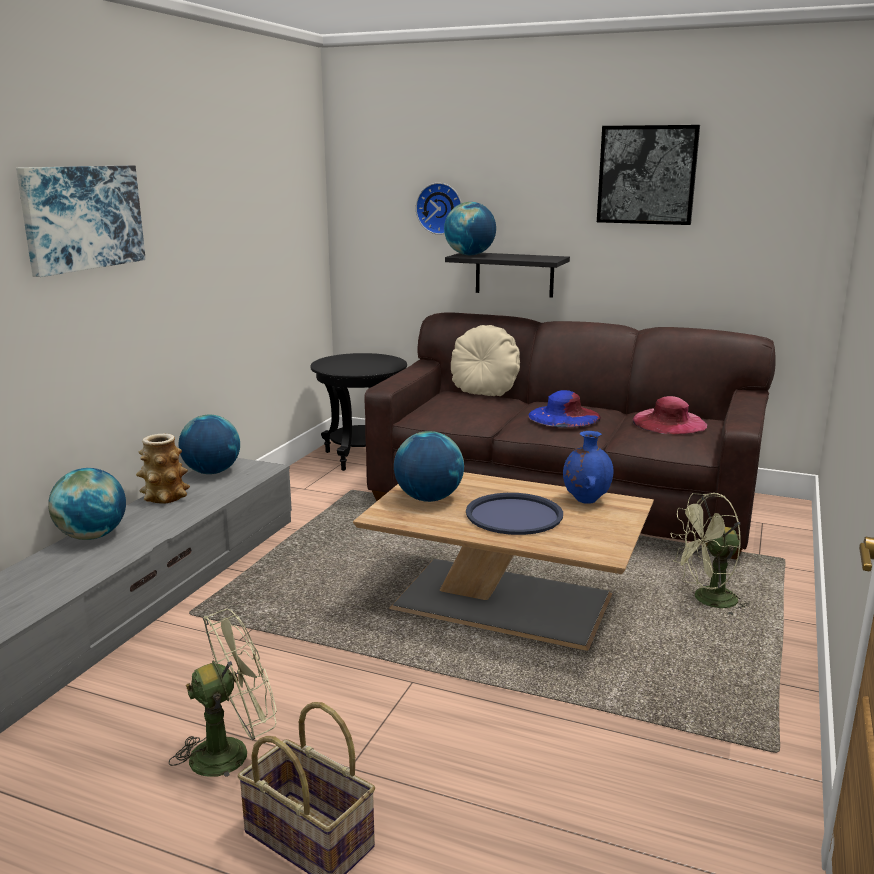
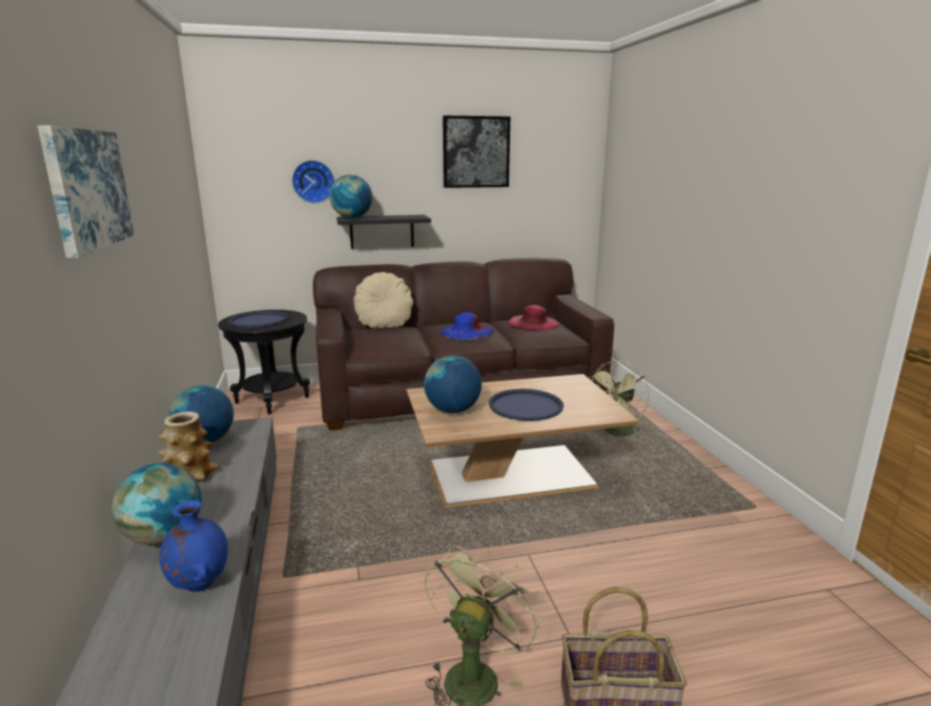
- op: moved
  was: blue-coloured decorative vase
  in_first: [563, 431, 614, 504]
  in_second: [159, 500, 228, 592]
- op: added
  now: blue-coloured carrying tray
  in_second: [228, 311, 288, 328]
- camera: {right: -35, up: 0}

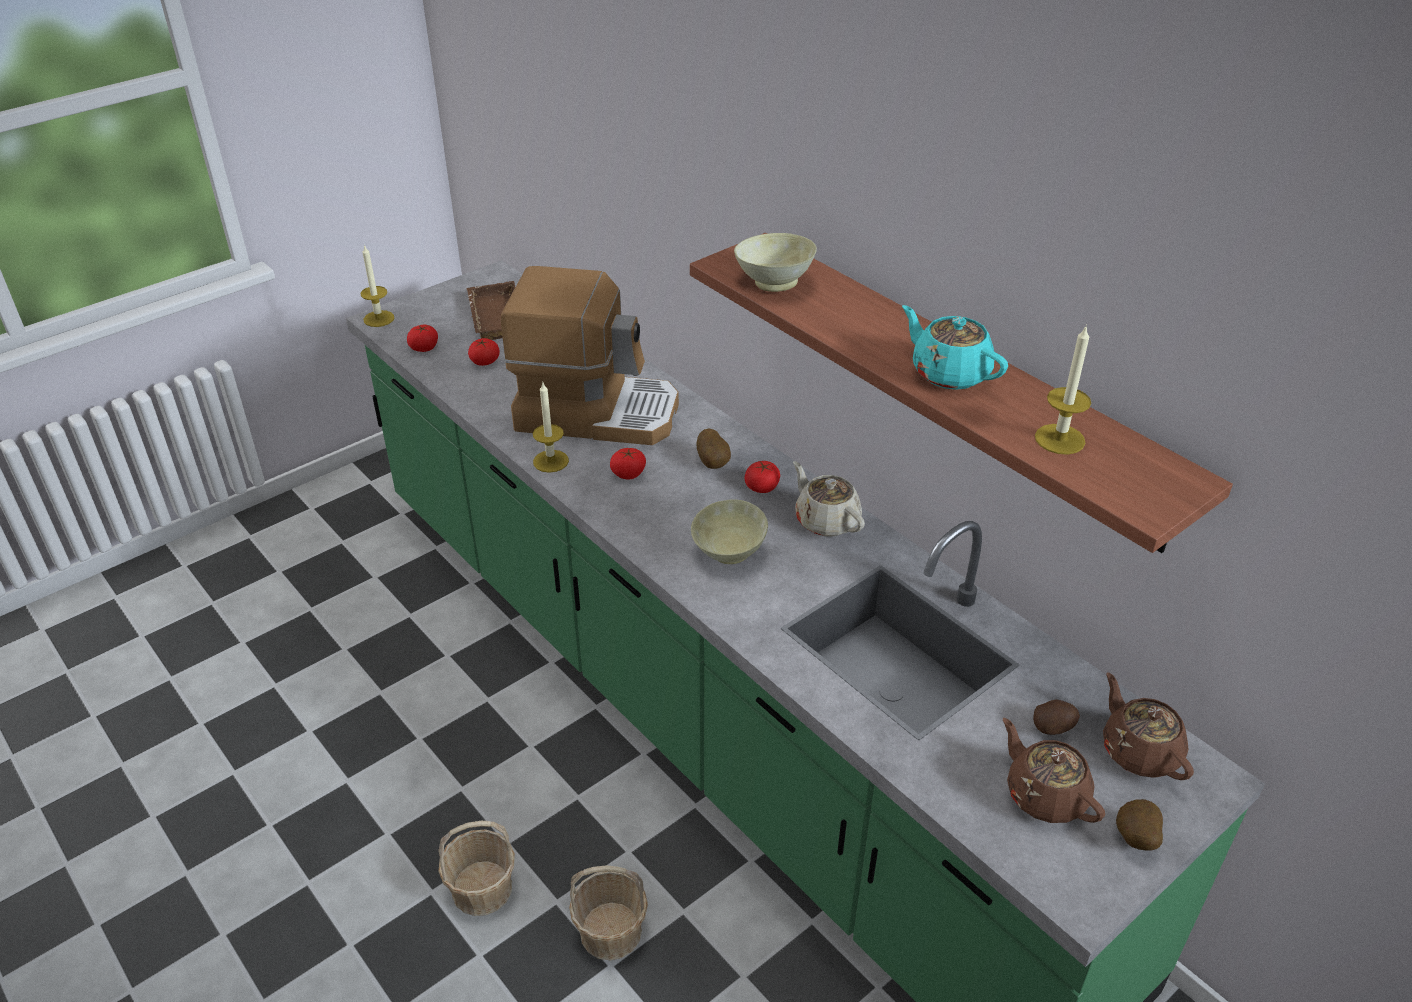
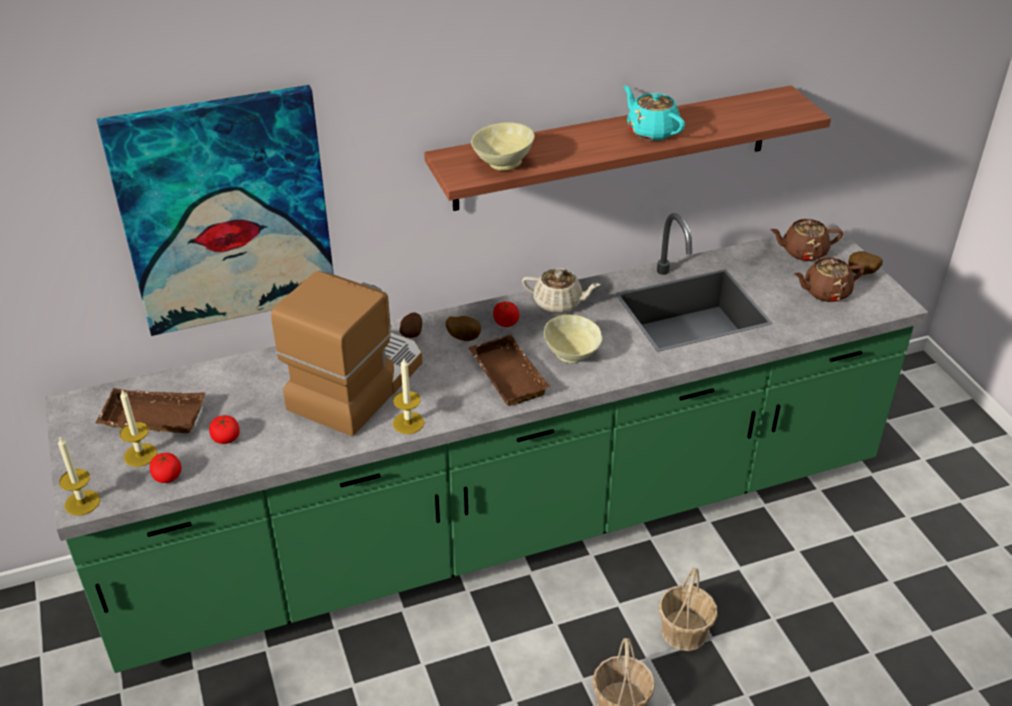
- op: added
  now: picture
  in_second: [97, 85, 334, 336]
- op: moved
  was: candle
  in_first: [1035, 325, 1091, 455]
  in_second: [120, 390, 158, 467]
- op: moved
  was: potato
  in_first: [1033, 699, 1080, 735]
  in_second: [399, 313, 422, 338]
- op: added
  now: brown-coloured carrying tray
  in_second: [468, 334, 550, 406]
- op: turned
  was: beige-coloured pot for tea
  in_first: [793, 461, 865, 537]
  in_second: [522, 268, 600, 313]
  clockwise: -150
- op: turned
  was: turquoise pot for tea
  in_first: [902, 305, 1008, 390]
  in_second: [623, 86, 685, 141]
  clockwise: 75
- op: removed
  was: whole tomato
  in_first: [610, 448, 646, 480]
- camera: {right: -70, up: 0}

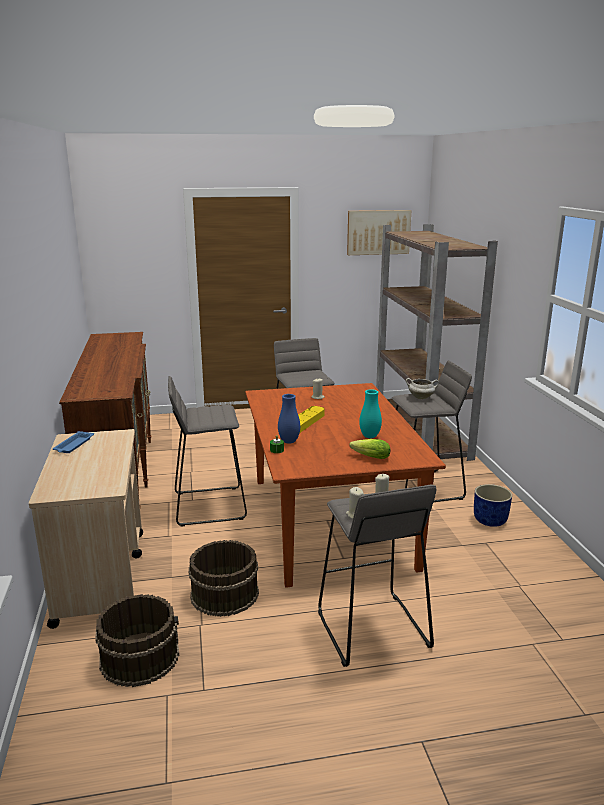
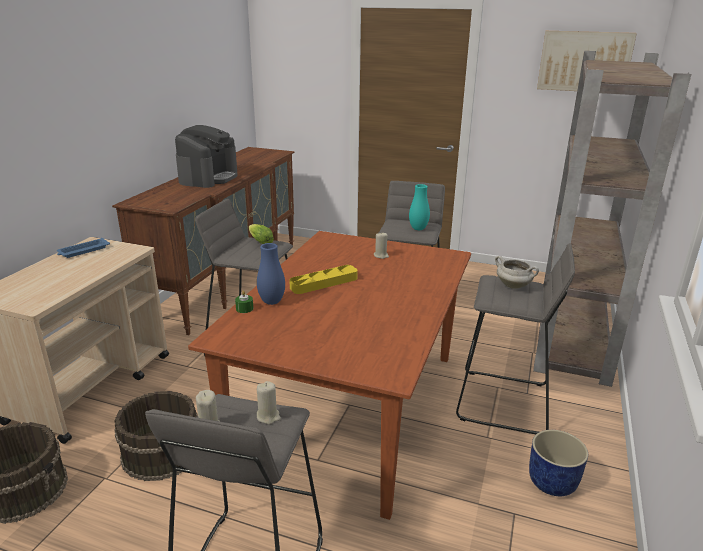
- op: added
  now: coffee machine
  in_second: [175, 125, 238, 188]
- op: moved
  was: head of lettuce
  in_first: [349, 439, 390, 459]
  in_second: [248, 224, 274, 244]
- op: moved
  was: turquoise decorative vase
  in_first: [359, 390, 382, 438]
  in_second: [409, 184, 430, 230]
- camera: {right: 30, up: 5}

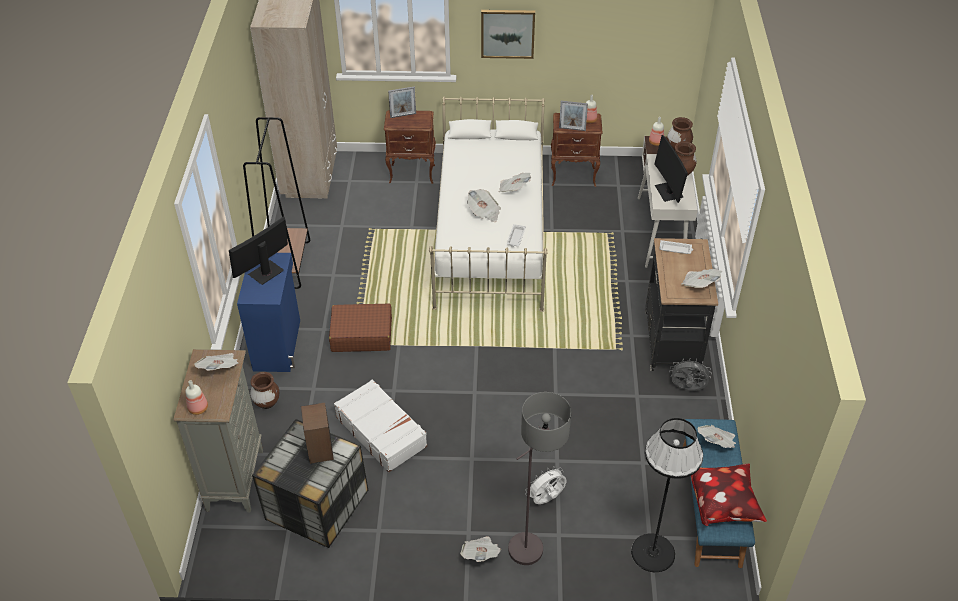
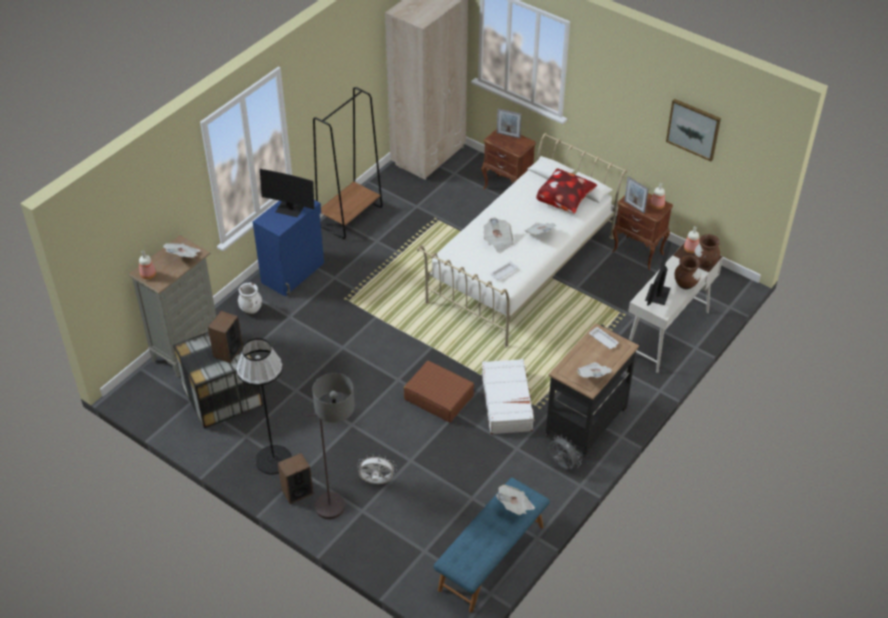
- op: moved
  was: black-coloured standing lamp
  in_first: [631, 418, 703, 572]
  in_second: [236, 338, 292, 474]
- op: recoloured
  was: brown-coloured decorative vase
  now: white decorative vase
  in_first: [250, 372, 279, 409]
  in_second: [238, 283, 262, 315]
- op: turned
  was: monitor
  in_first: [229, 216, 288, 285]
  in_second: [260, 169, 314, 218]
  clockwise: -150
- op: replaced
  was: printed paper
  now: loudspeaker
  in_first: [460, 536, 501, 562]
  in_second: [278, 453, 313, 504]
- op: moved
  was: brown-coloured suitcase
  in_first: [329, 303, 392, 352]
  in_second: [404, 361, 474, 422]
- op: moved
  was: white suitcase
  in_first: [334, 379, 427, 472]
  in_second: [482, 359, 536, 434]
- op: moved
  was: cushion
  in_first: [691, 464, 767, 526]
  in_second: [536, 168, 597, 213]
- op: moved
  was: picture
  in_first: [481, 10, 535, 59]
  in_second: [666, 99, 721, 161]
- camera: {right: 35, up: 0}

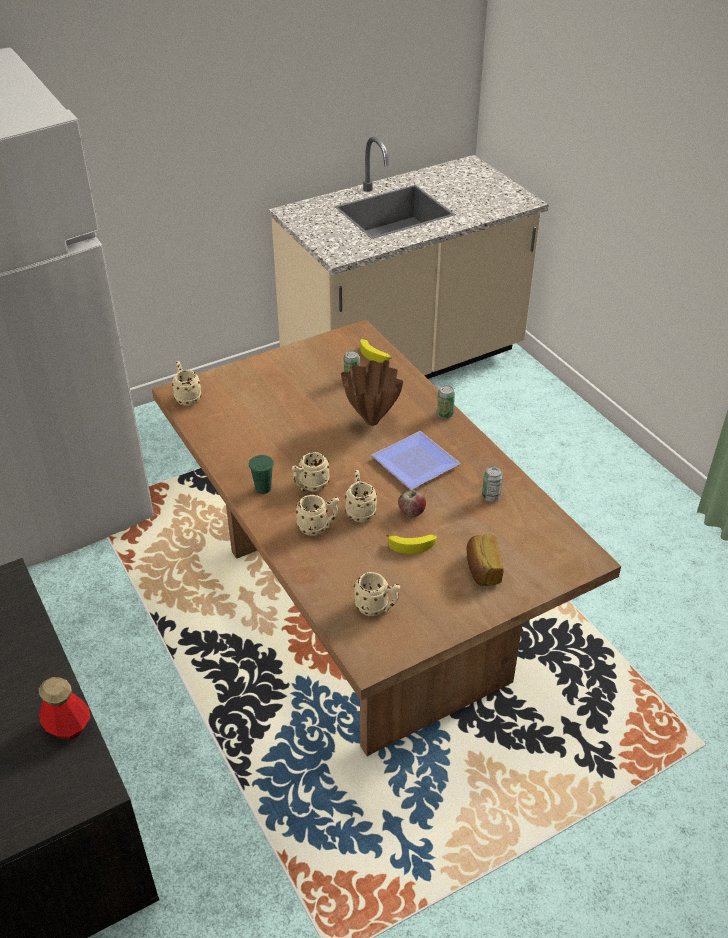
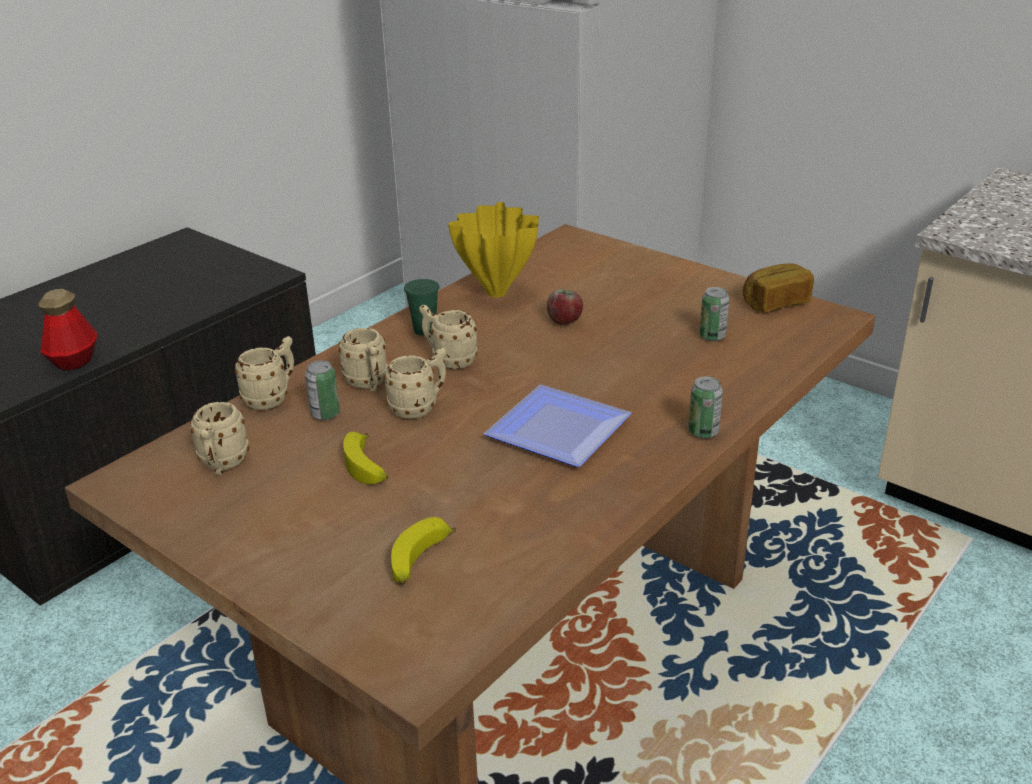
- op: moved
  was: beige-coloured tea mug
  in_first: [172, 361, 201, 406]
  in_second: [235, 336, 294, 410]
- op: moved
  was: sealed can
  in_first: [482, 466, 503, 502]
  in_second: [305, 360, 340, 420]
- op: moved
  was: banana
  in_first: [360, 339, 392, 363]
  in_second: [391, 517, 456, 584]
- op: added
  now: yellow-coloured decorative vase
  in_second: [448, 202, 539, 297]
- op: moved
  was: whole apple
  in_first: [398, 490, 426, 517]
  in_second: [547, 289, 583, 325]
- op: moved
  was: baked bread
  in_first: [467, 534, 504, 586]
  in_second: [743, 264, 814, 312]
- op: removed
  was: brown-coloured decorative vase
  in_first: [341, 360, 403, 426]
- camera: {right: 70, up: -10}

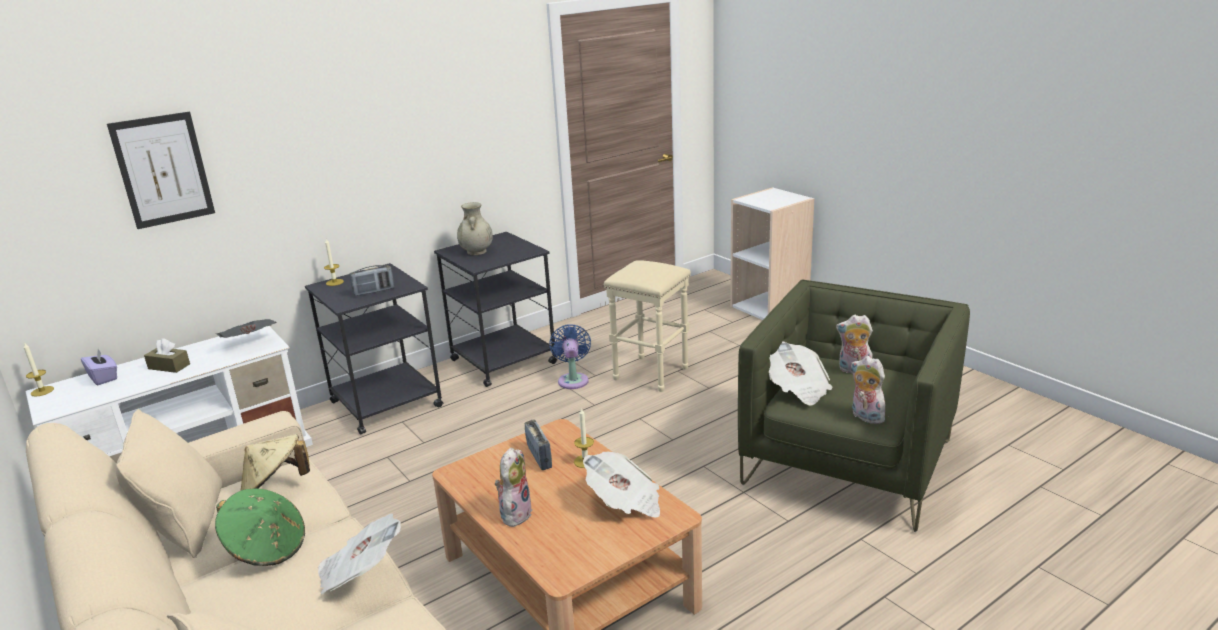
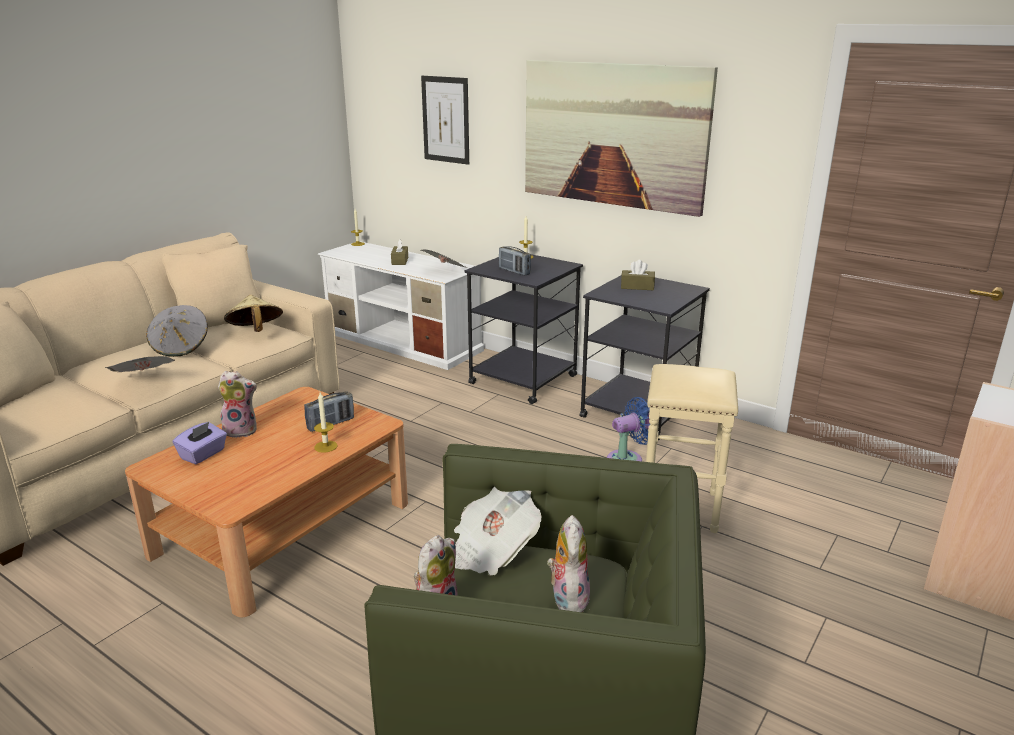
- op: recoloured
  was: green-coloured hat
  now: gray hat
  in_first: [215, 489, 305, 566]
  in_second: [146, 305, 208, 357]
- op: moved
  was: purple-coloured box of tissues
  in_first: [81, 349, 117, 385]
  in_second: [173, 422, 227, 464]
- op: added
  now: picture
  in_second: [525, 60, 718, 217]
- op: replaced
  was: beige-coloured decorative vase
  now: brown-coloured box of tissues
  in_first: [457, 202, 493, 255]
  in_second: [621, 260, 655, 290]
- op: removed
  was: printed paper
  in_first: [583, 452, 660, 518]
- camera: {right: 70, up: 0}

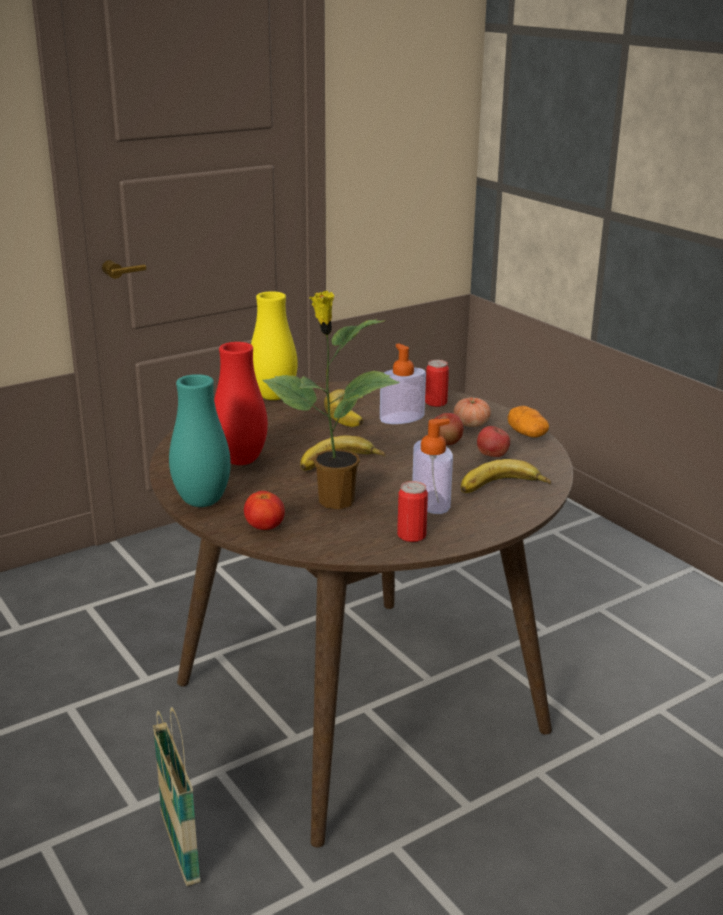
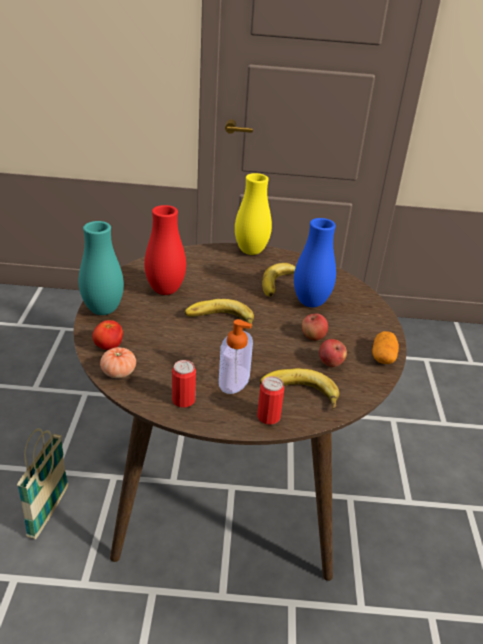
- op: moved
  was: whole tomato
  in_first: [454, 398, 491, 427]
  in_second: [100, 347, 136, 378]
- op: moved
  was: sealed can
  in_first: [425, 360, 449, 407]
  in_second: [257, 376, 284, 425]
- op: replaced
  was: liquid soap bottle
  now: blue-coloured decorative vase
  in_first: [380, 344, 426, 424]
  in_second: [294, 218, 336, 307]
- op: removed
  was: plant in a pot
  in_first: [263, 291, 400, 509]
- camera: {right: 35, up: 10}

